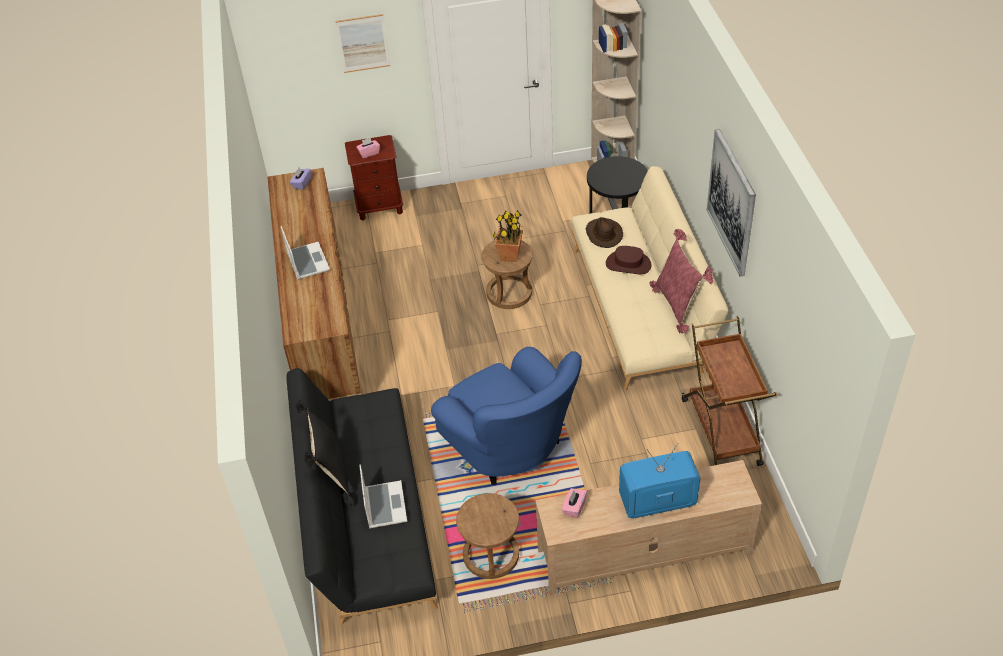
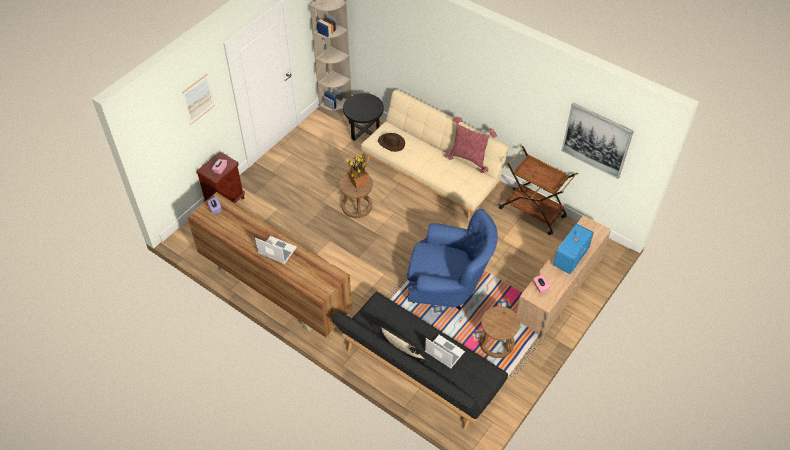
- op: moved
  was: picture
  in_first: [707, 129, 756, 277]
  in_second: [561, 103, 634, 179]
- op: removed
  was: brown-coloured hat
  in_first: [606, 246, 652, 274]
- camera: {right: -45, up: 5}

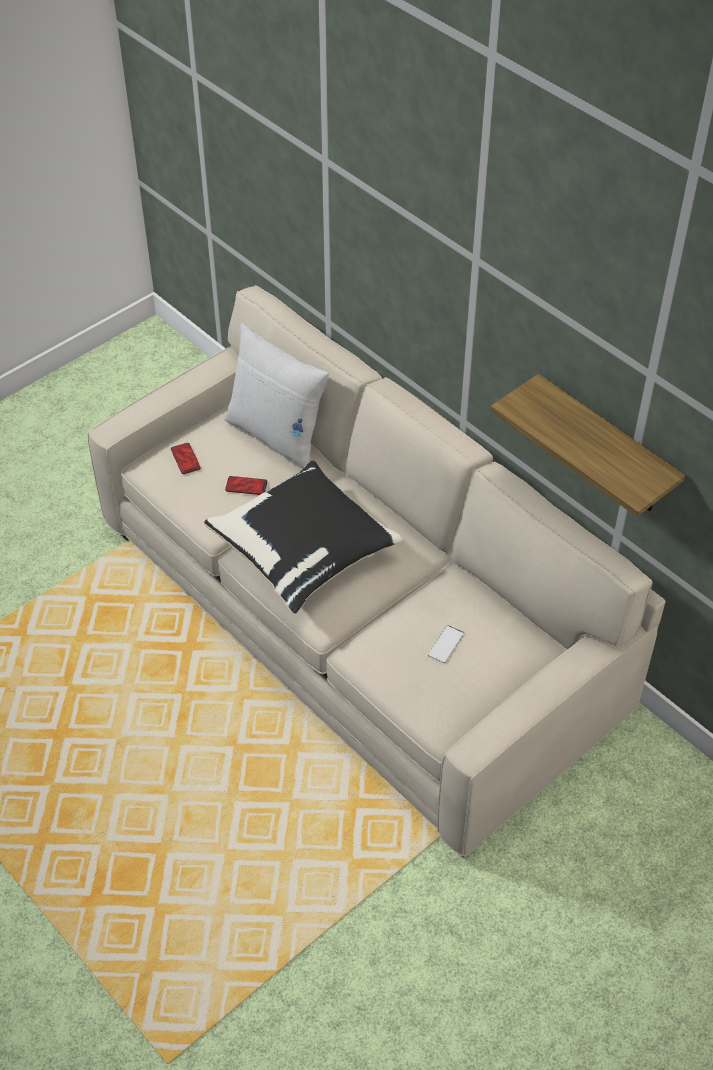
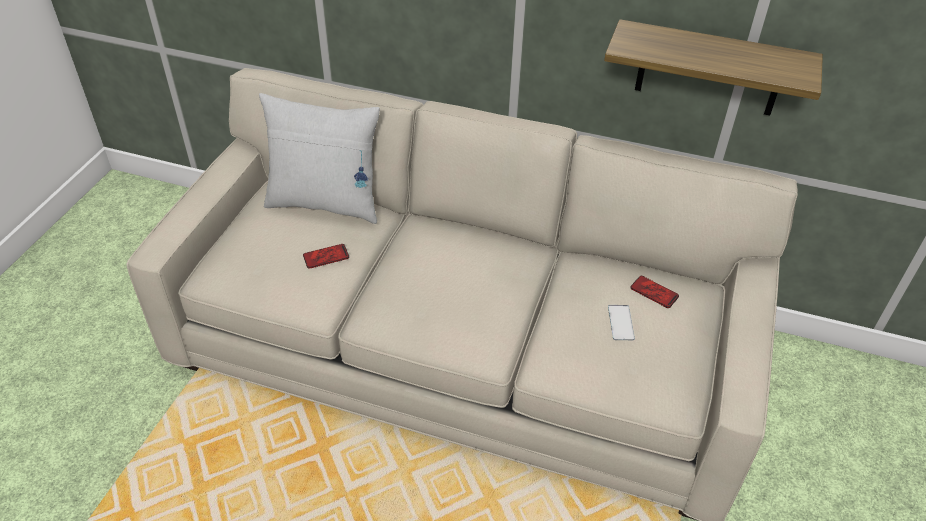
- op: moved
  was: telephone
  in_first: [171, 443, 201, 474]
  in_second: [630, 276, 679, 308]
- op: removed
  was: black-coloured cushion
  in_first: [204, 461, 402, 614]
- camera: {right: -30, up: -5}

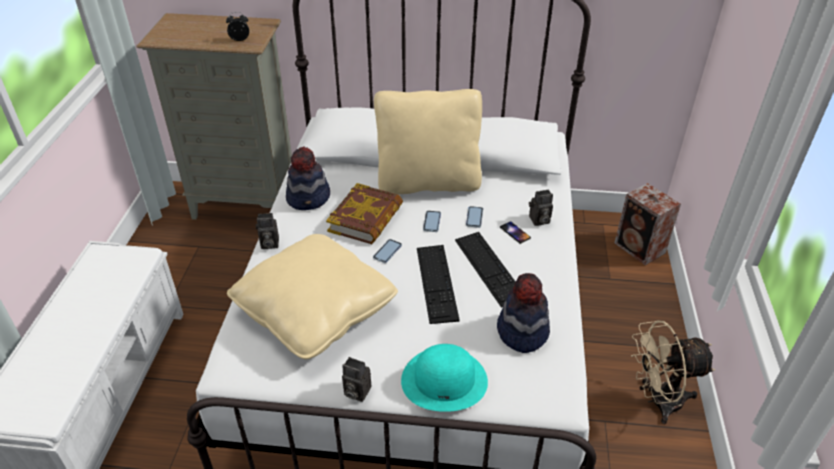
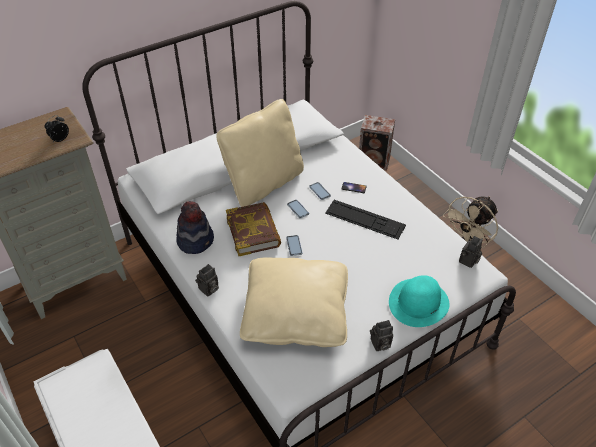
- op: moved
  was: still camera
  in_first: [529, 189, 553, 226]
  in_second: [459, 236, 483, 268]
- op: removed
  was: PC keyboard
  in_first: [417, 245, 460, 324]
- op: removed
  was: hat
  in_first: [497, 273, 550, 353]
- camera: {right: -40, up: 5}

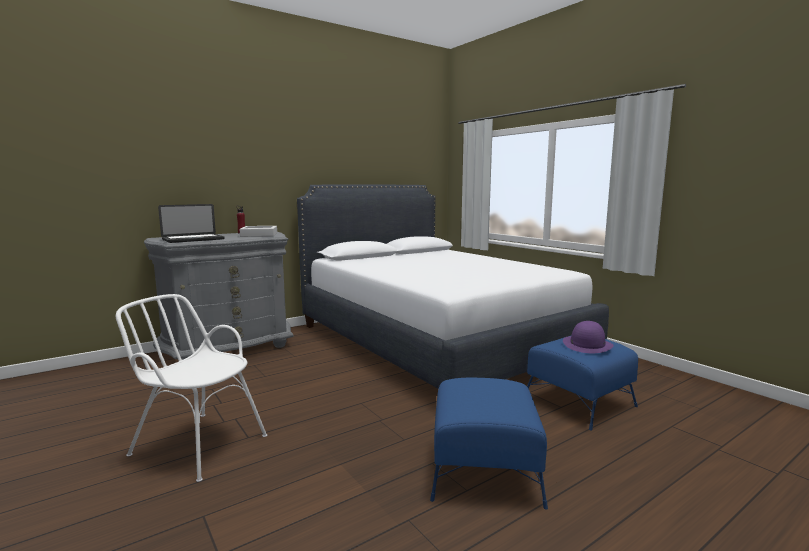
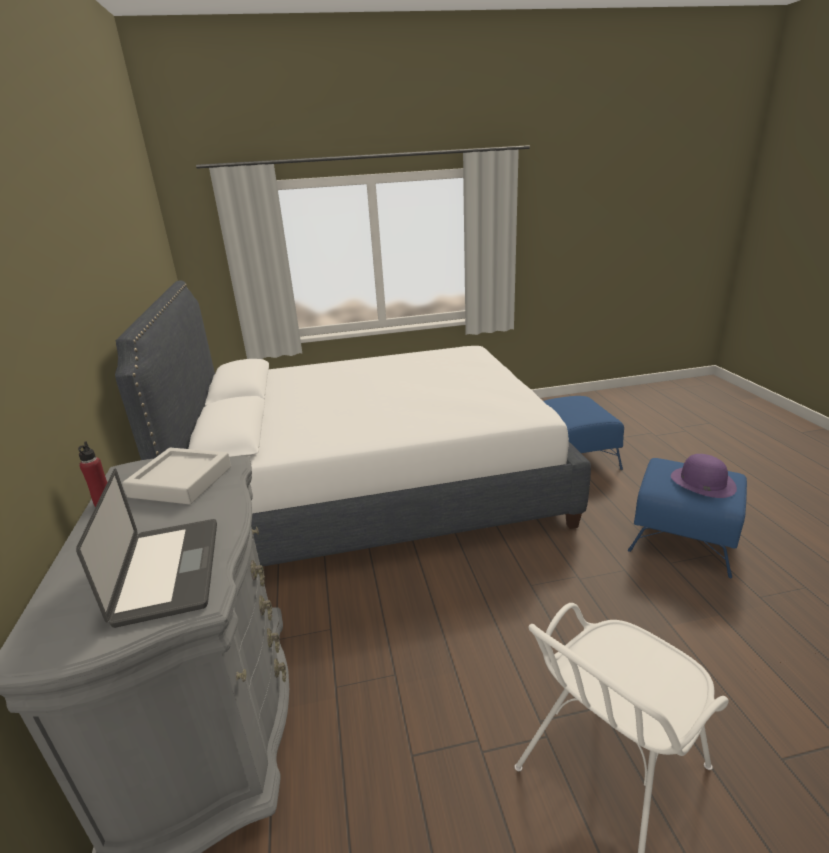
- op: moved
  was: purple-coloured hat
  in_first: [563, 321, 614, 353]
  in_second: [671, 454, 737, 498]
- camera: {right: -65, up: 15}

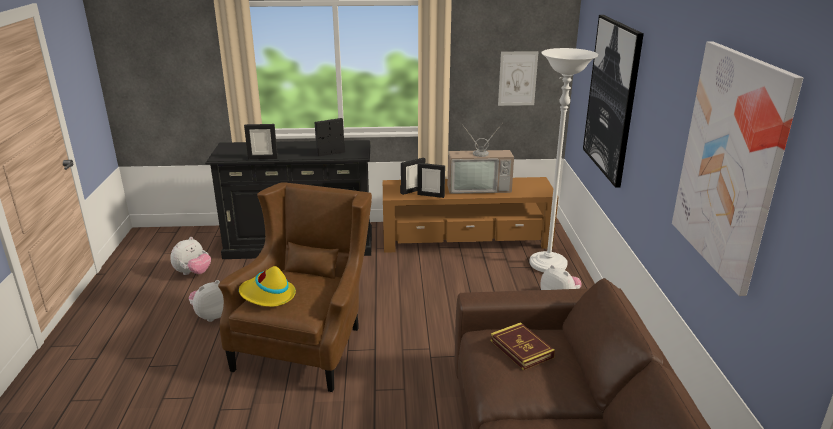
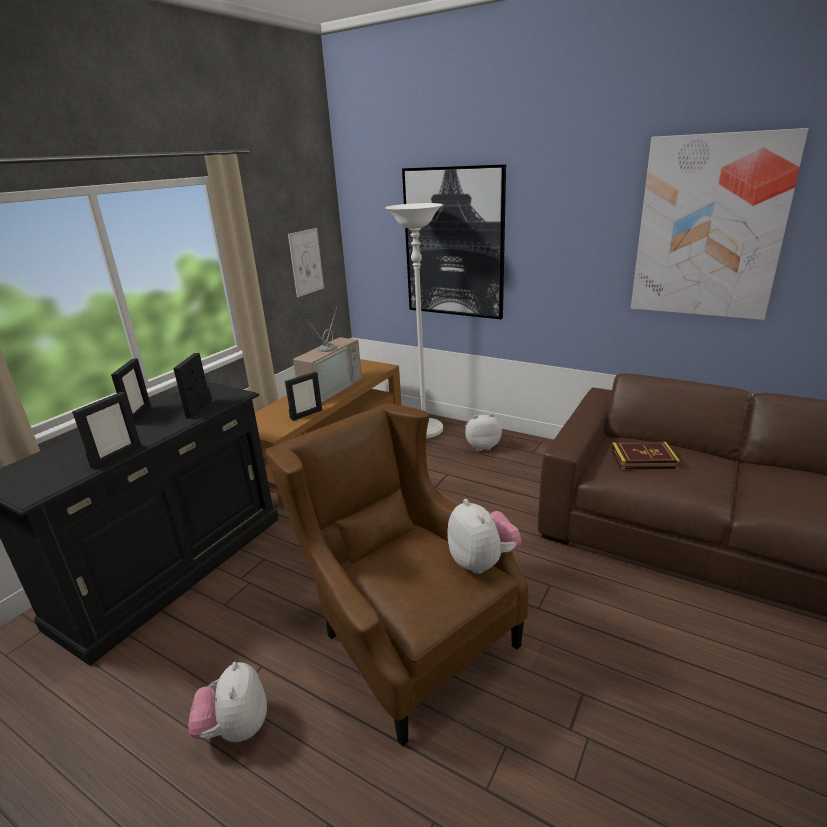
- op: moved
  was: standing frame
  in_first: [400, 158, 425, 195]
  in_second: [111, 358, 151, 423]
- op: moved
  was: plush toy
  in_first: [170, 237, 211, 275]
  in_second: [447, 499, 521, 574]
- op: removed
  was: yellow-coloured hat
  in_first: [239, 266, 296, 307]
- camera: {right: -55, up: 0}

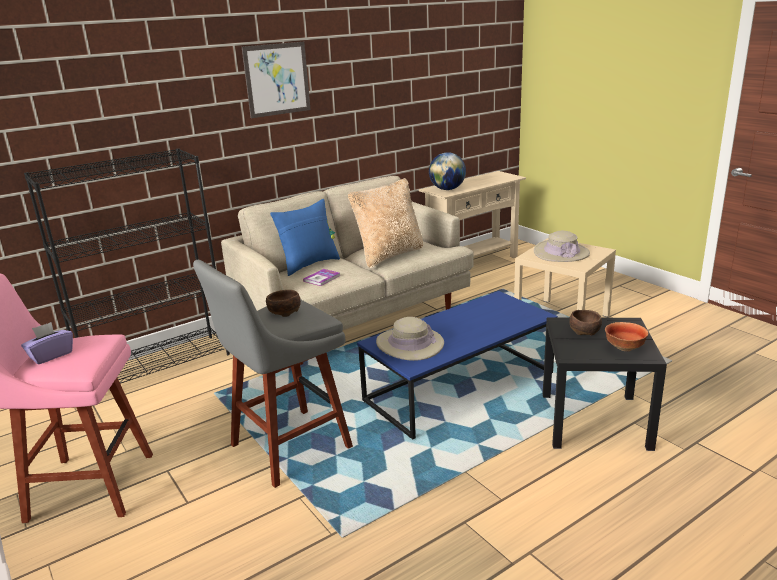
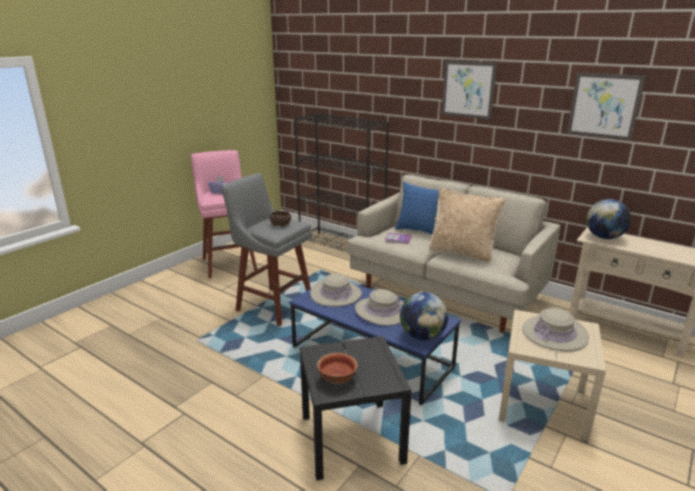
- op: added
  now: beige-coloured hat
  in_second: [355, 289, 404, 326]
- op: added
  now: world globe
  in_second: [400, 292, 448, 340]
- op: added
  now: picture
  in_second: [567, 72, 645, 141]
- op: removed
  was: brown-coloured bowl
  in_first: [569, 310, 602, 335]
- camera: {right: 70, up: 0}

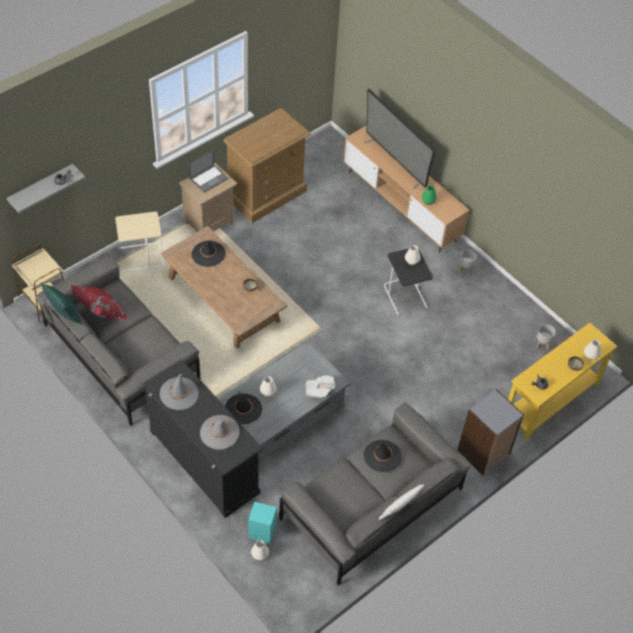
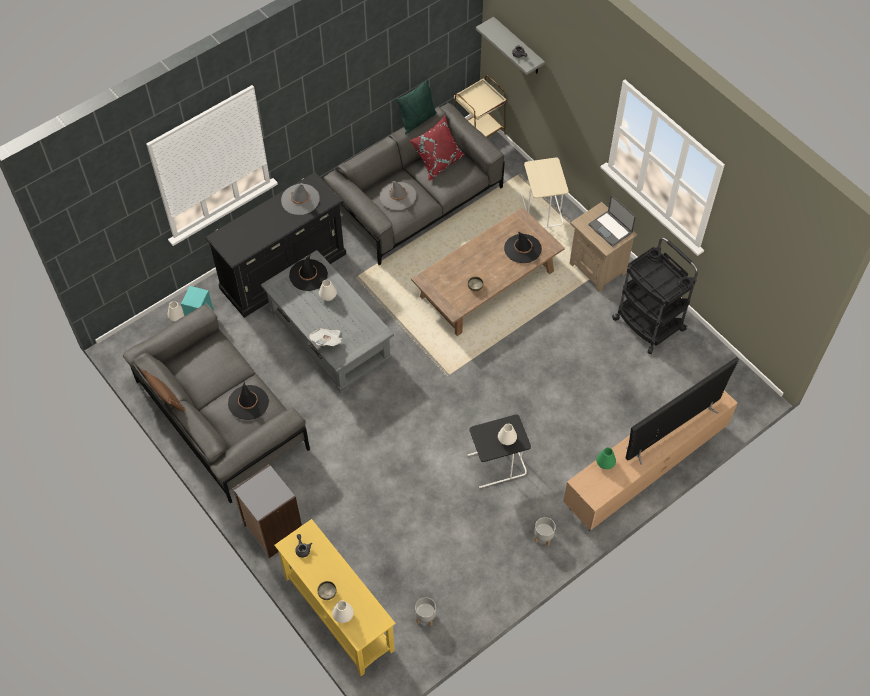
- op: recoloured
  was: white cushion
  now: brown-coloured cushion
  in_first: [379, 484, 424, 520]
  in_second: [141, 370, 185, 413]
- op: moved
  was: gray hat
  in_first: [200, 415, 240, 449]
  in_second: [380, 181, 416, 210]
- op: replaced
  was: brown-coloured drawer chest
  now: black-coloured cart
  in_first: [223, 108, 311, 223]
  in_second: [612, 237, 698, 354]
- camera: {right: 95, up: 5}

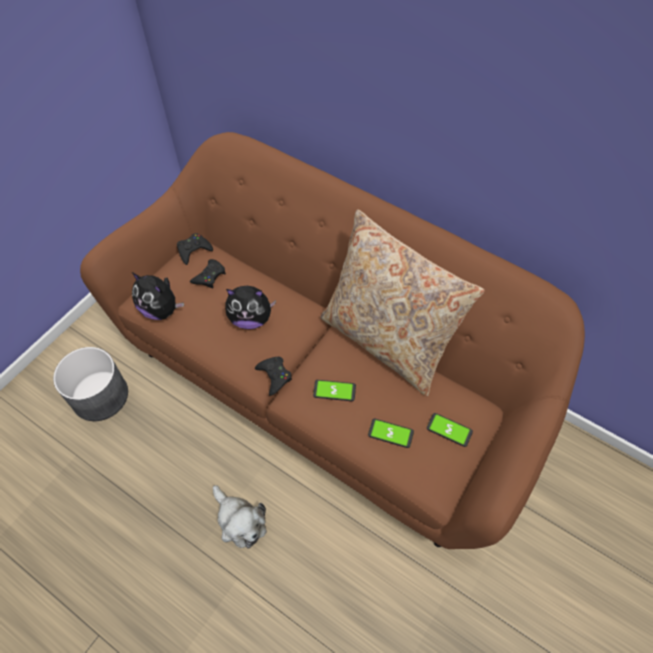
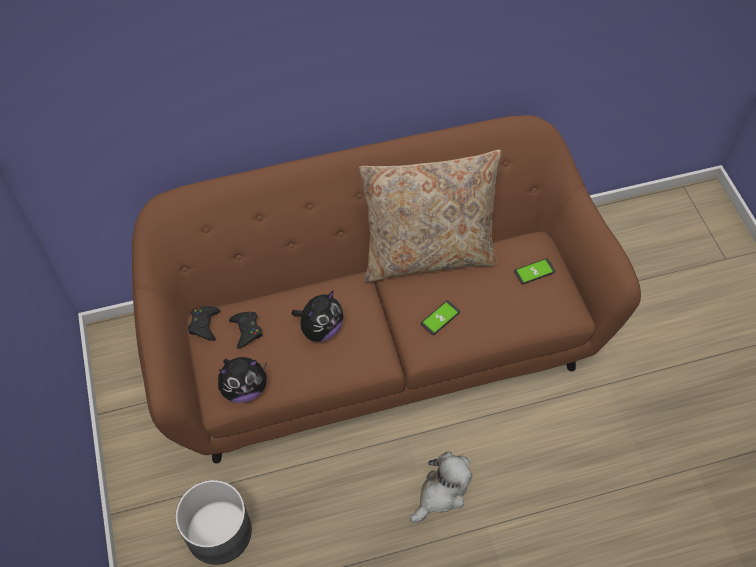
- op: turned
  was: plush toy
  in_first: [213, 485, 267, 549]
  in_second: [410, 451, 472, 523]
  clockwise: -45
- op: removed
  was: black-coloured gamepad
  in_first: [255, 357, 292, 396]
- op: removed
  was: telephone
  in_first: [368, 419, 414, 448]
- camera: {right: -50, up: 0}

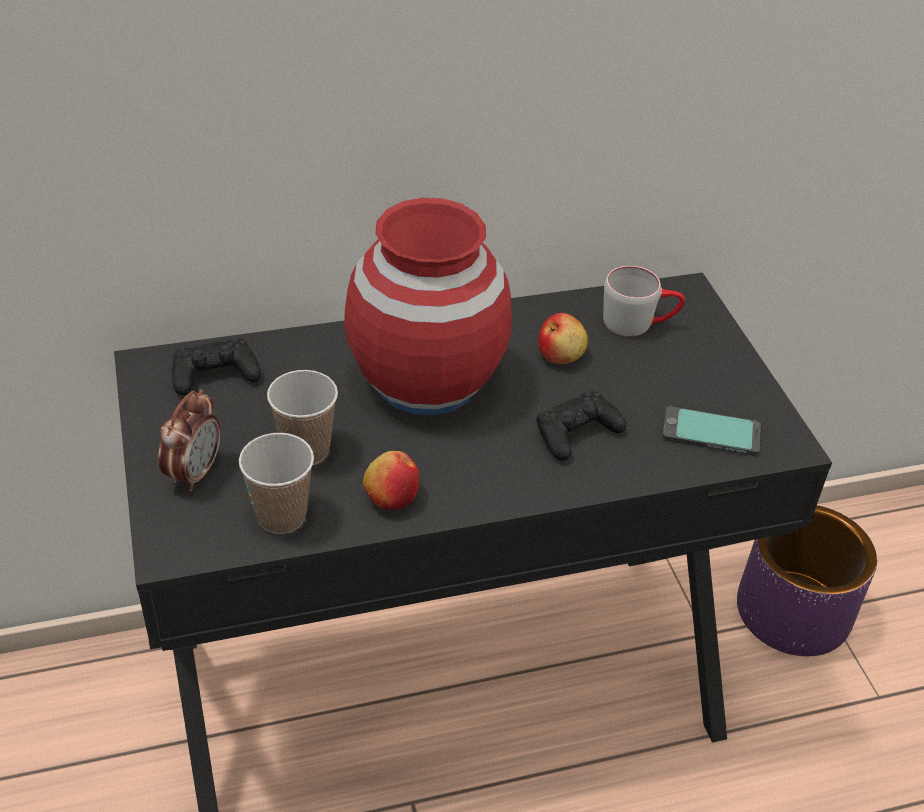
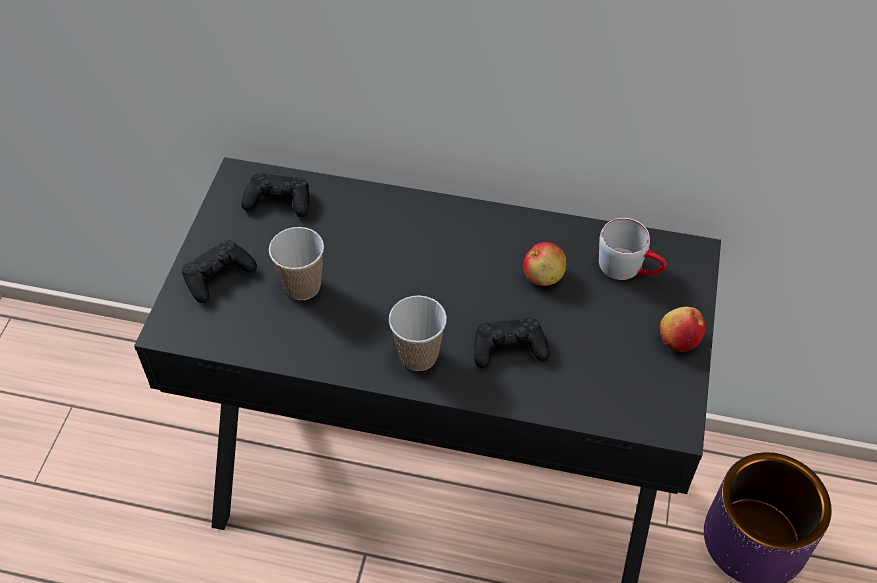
- op: replaced
  was: bedside clock
  now: black-coloured gamepad
  in_first: [158, 389, 220, 492]
  in_second: [182, 240, 257, 303]
- op: moved
  was: cup
  in_first: [239, 433, 314, 534]
  in_second: [389, 295, 447, 371]
- op: moved
  was: whole apple
  in_first: [363, 451, 419, 510]
  in_second: [660, 307, 706, 352]
- op: removed
  was: red-coloured decorative vase
  in_first: [344, 198, 511, 415]
- op: removed
  was: telephone
  in_first: [662, 406, 761, 456]
- camera: {right: 30, up: 10}

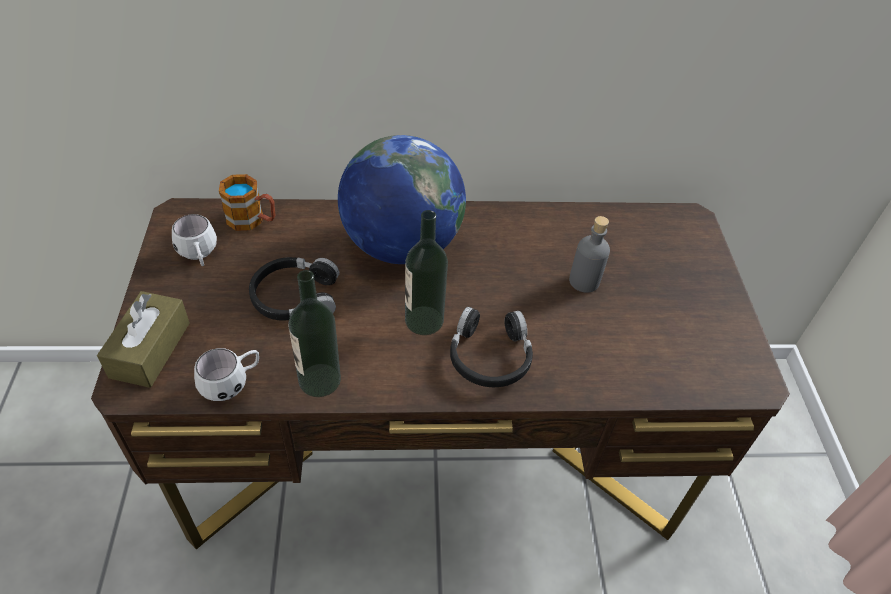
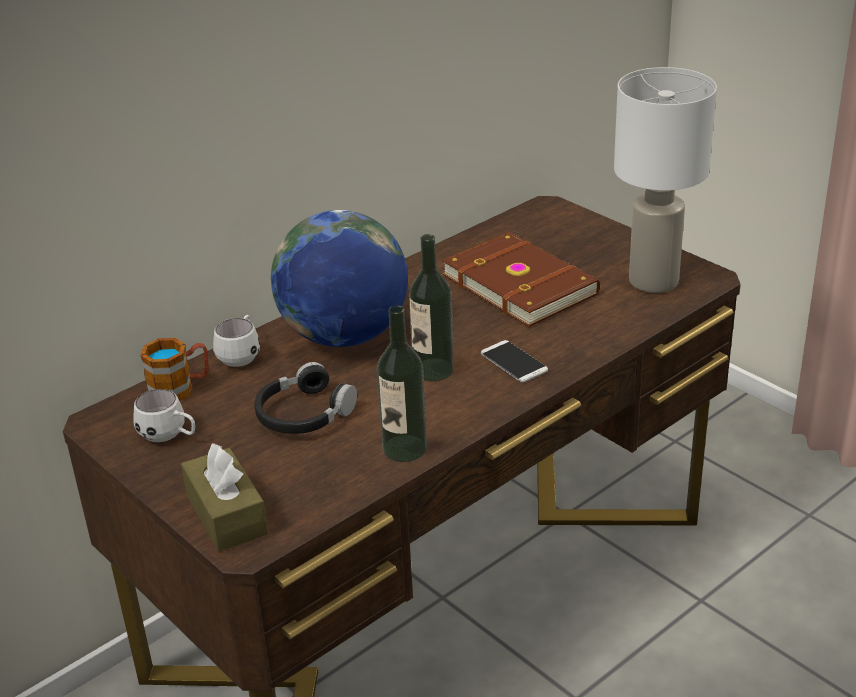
- op: moved
  was: white tea mug
  in_first: [194, 348, 259, 401]
  in_second: [213, 315, 260, 367]
- op: replaced
  was: gray bottle
  now: brown-coloured book
  in_first: [569, 216, 610, 293]
  in_second: [441, 232, 600, 327]
- op: replaced
  was: black-coloured headphones
  now: telephone
  in_first: [450, 307, 533, 387]
  in_second: [481, 340, 548, 382]
- op: added
  now: white lamp for a table
  in_second: [614, 67, 717, 293]
- camera: {right: -35, up: -15}

